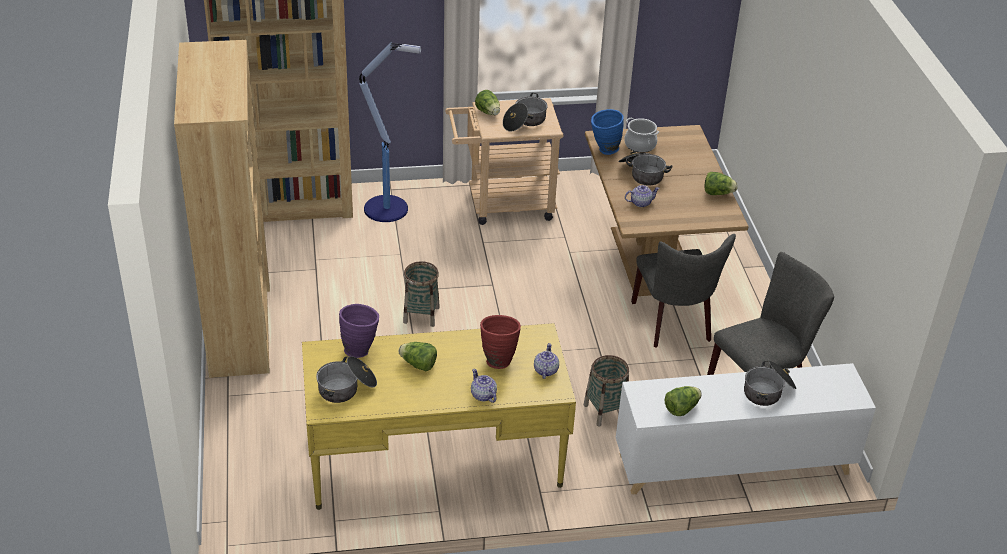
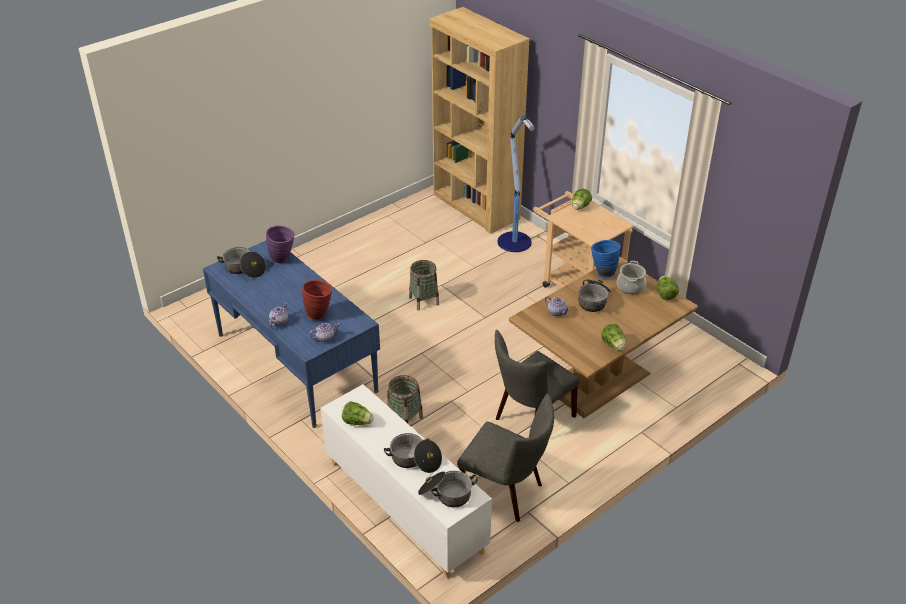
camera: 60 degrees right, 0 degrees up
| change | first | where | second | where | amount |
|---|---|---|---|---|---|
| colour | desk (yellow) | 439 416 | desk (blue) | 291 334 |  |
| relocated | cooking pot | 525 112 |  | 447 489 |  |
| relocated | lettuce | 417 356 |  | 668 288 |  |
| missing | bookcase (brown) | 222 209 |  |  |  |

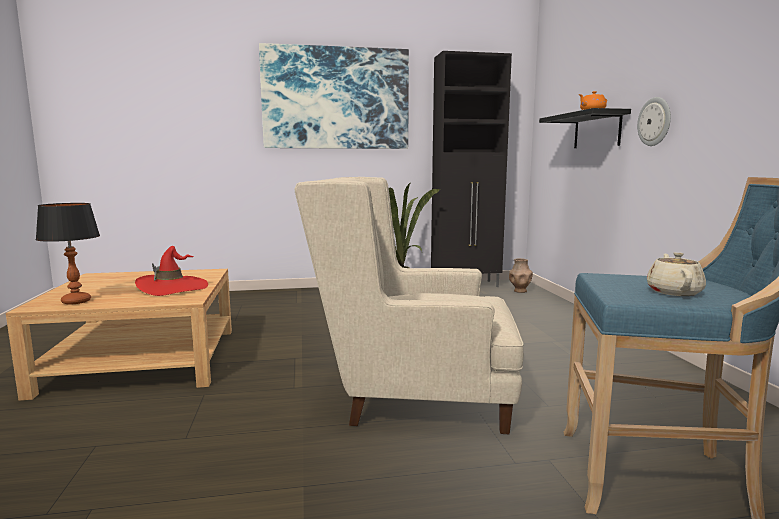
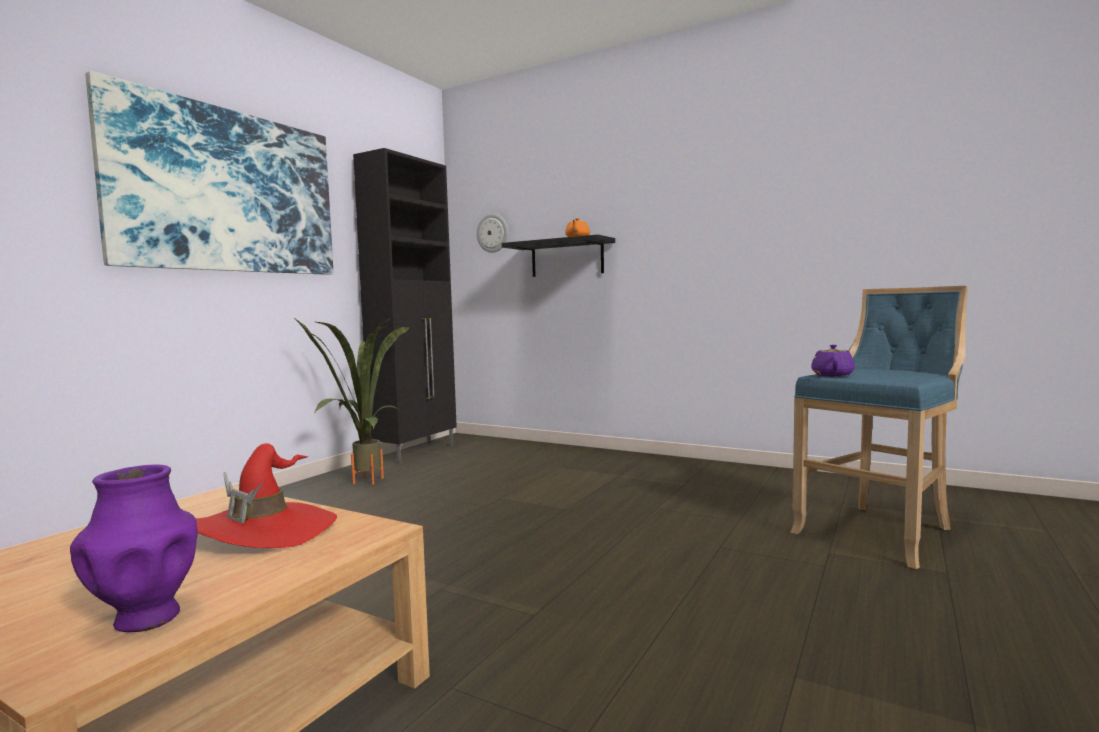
camera: 50 degrees left, 5 degrees down
| change | first | where | second | where | amount |
|---|---|---|---|---|---|
| exchanged | table lamp | 67 254 | vase (purple) | 134 548 |  |
| relocated | wall clock | 654 121 |  | 492 233 |  |
| appeared |  |  | teapot (purple) | 833 361 |  |
| missing | armchair (beige) | 409 305 |  |  |  |
| missing | vase (brown) | 521 275 |  |  |  |
| missing | teapot (beige) | 676 274 |  |  |  |

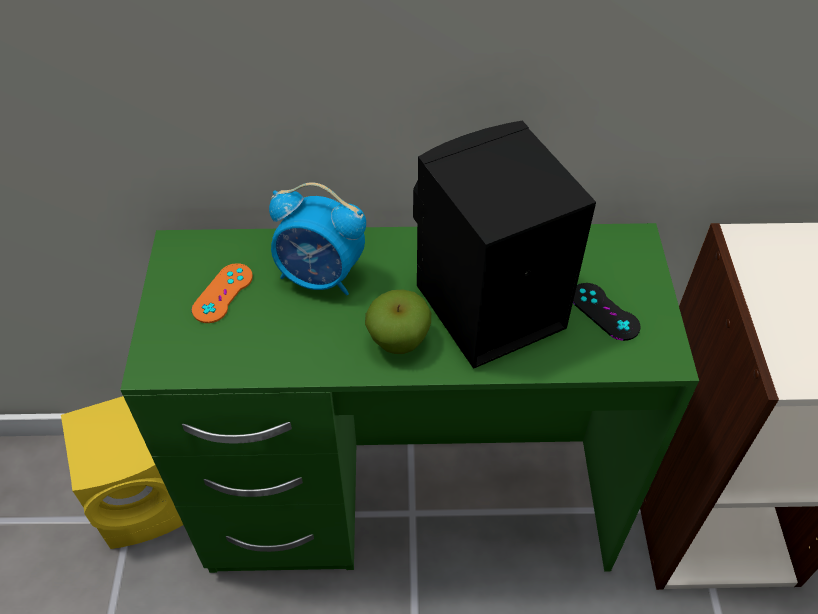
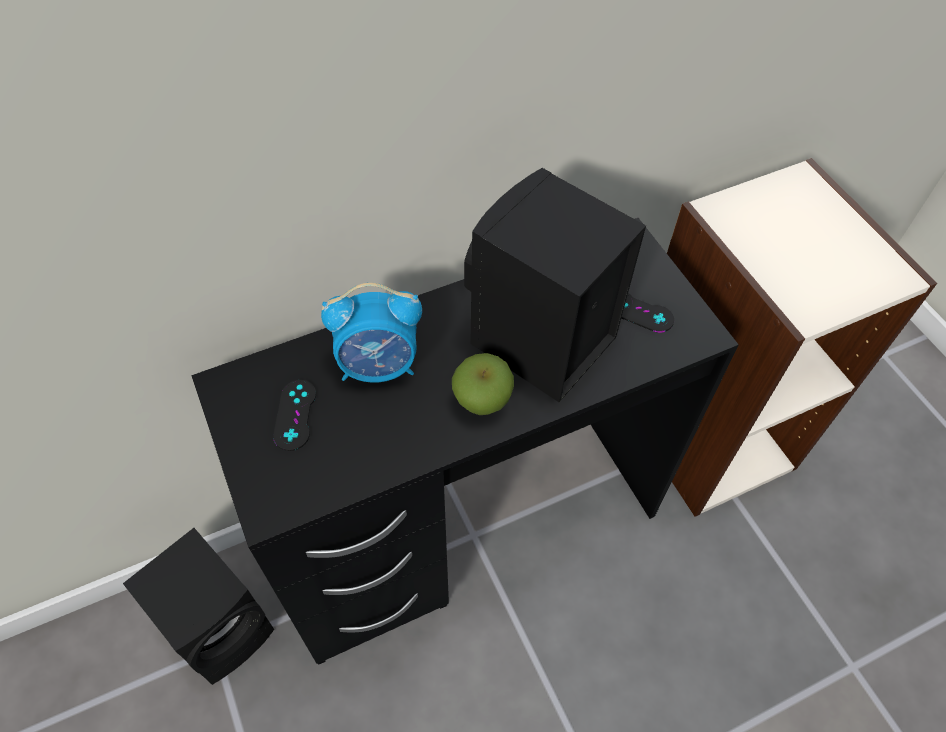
camera: 25 degrees left, 5 degrees up
| change | first | where | second | where | amount |
|---|---|---|---|---|---|
| colour | speaker (yellow) | 122 472 | speaker (black) | 198 606 |  |
| colour | desk (green) | 409 398 | desk (black) | 465 441 |  |
| colour | game controller (orange) | 222 293 | game controller (black) | 294 415 |  |

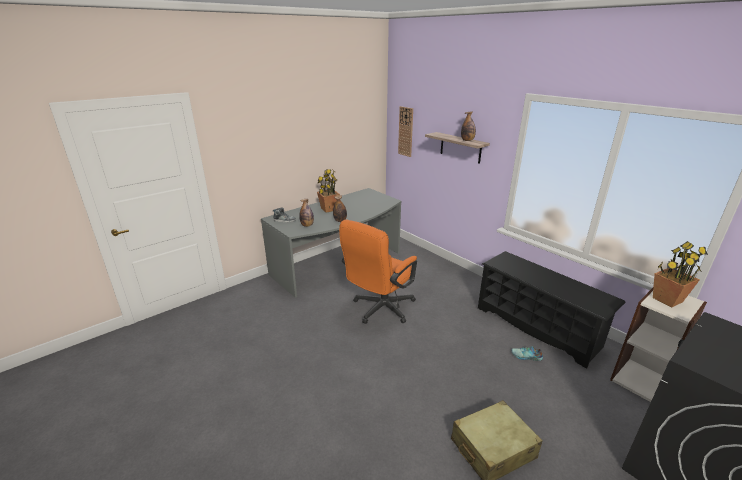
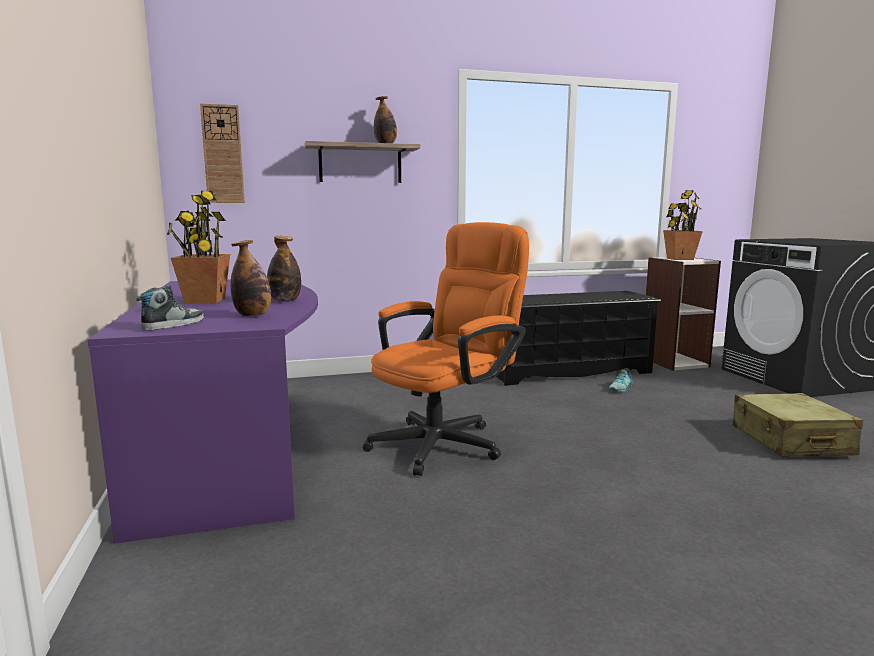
camera: 65 degrees left, 15 degrees down
| change | first | where | second | where | amount |
|---|---|---|---|---|---|
| colour | desk (grey) | 331 243 | desk (purple) | 202 412 |  |
| spun | office chair (orange) | 378 272 |  | 446 349 | 105 degrees counterclockwise |

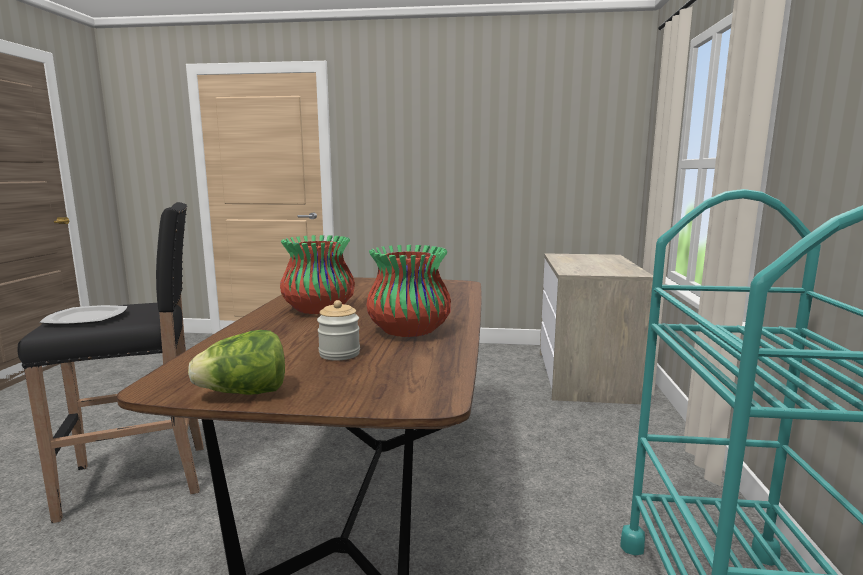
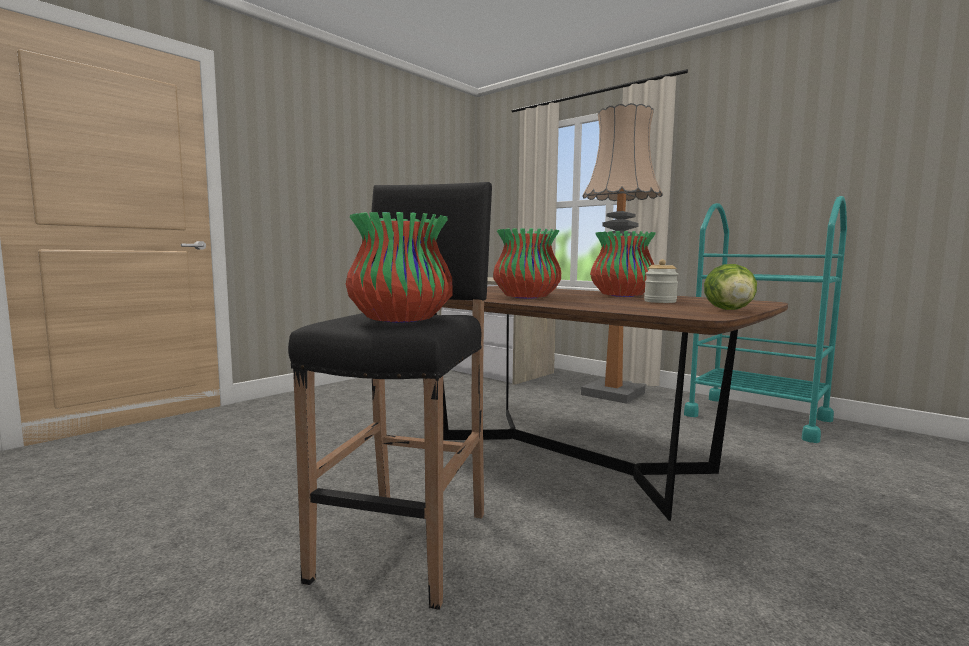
camera: 55 degrees left, 5 degrees down
| change | first | where | second | where | amount |
|---|---|---|---|---|---|
| exchanged | plate | 83 315 | vase | 399 267 |  |
| appeared |  |  | floor lamp | 622 253 |  |

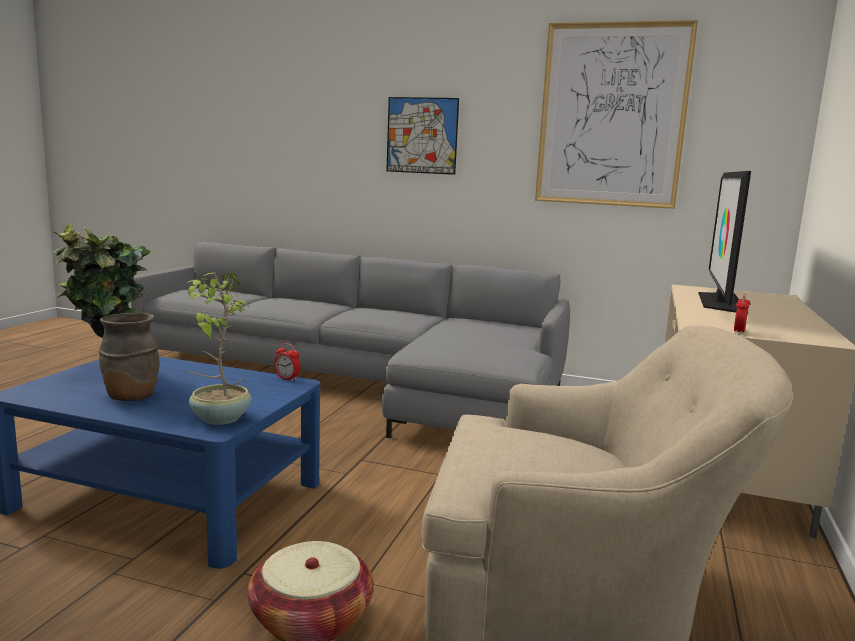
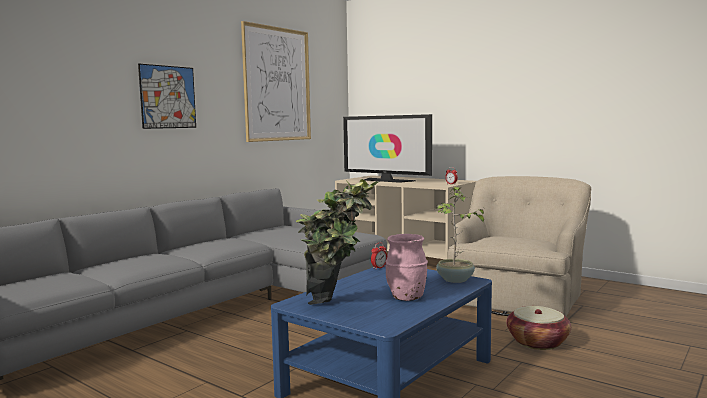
camera: 70 degrees left, 5 degrees down
| change | first | where | second | where | amount |
|---|---|---|---|---|---|
| colour | vase (brown) | 129 356 | vase (pink) | 406 267 |  |

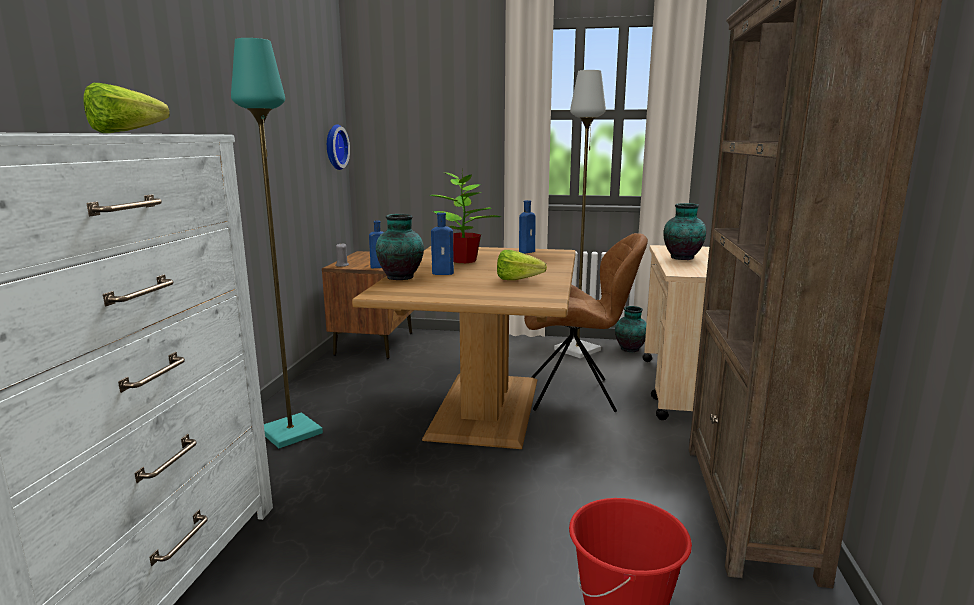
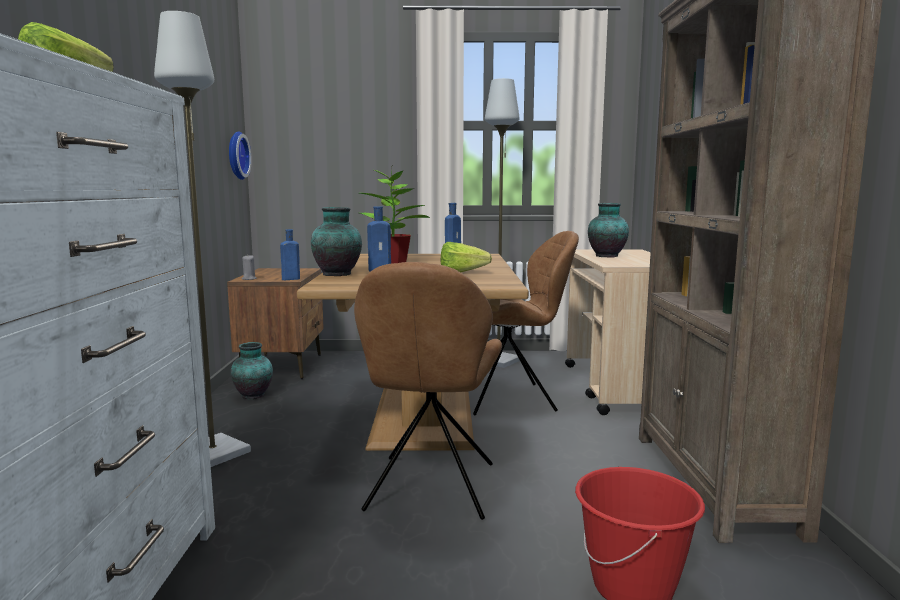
camera: 10 degrees left, 5 degrees down
| change | first | where | second | where | amount |
|---|---|---|---|---|---|
| colour | floor lamp (turquoise) | 277 243 | floor lamp (grey) | 202 239 |  |
| relocated | vase | 630 329 |  | 252 370 |  |
| appeared |  |  | chair (brown) | 428 391 |  |

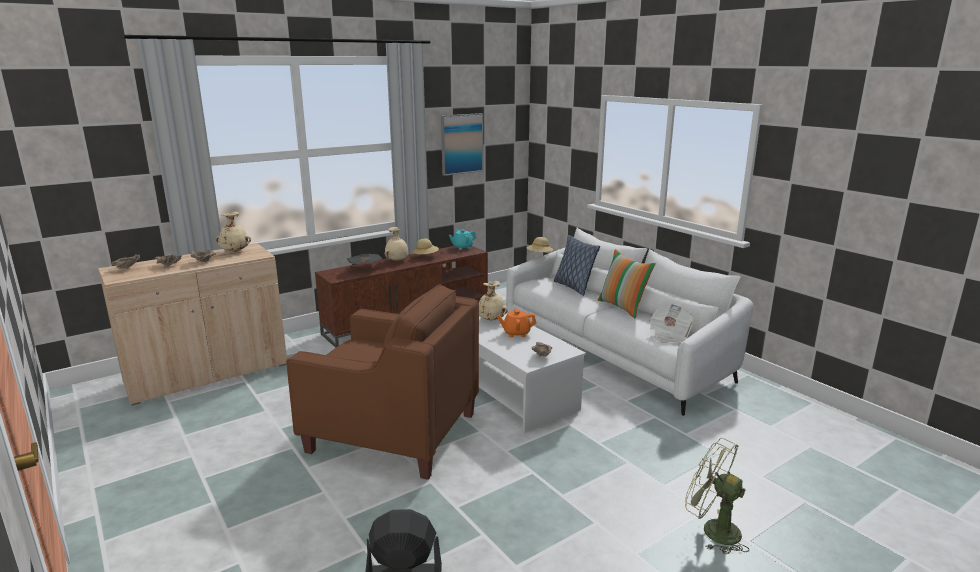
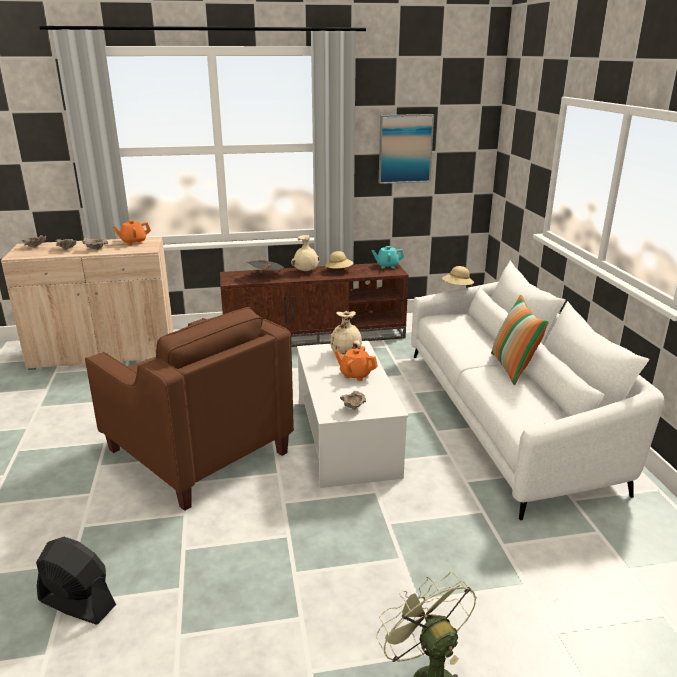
camera: 25 degrees right, 5 degrees up
| change | first | where | second | where | amount |
|---|---|---|---|---|---|
| exchanged | vase (beige) | 233 232 | teapot (orange) | 132 232 |  |
| missing | pillow | 577 265 |  |  |  |
| missing | newspaper | 672 323 |  |  |  |

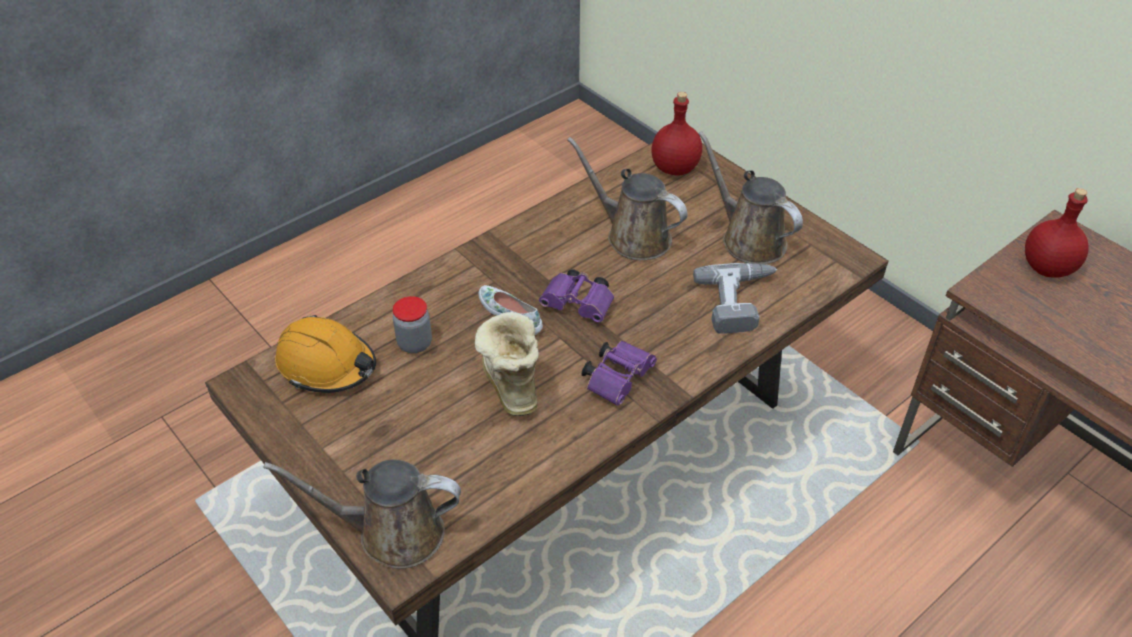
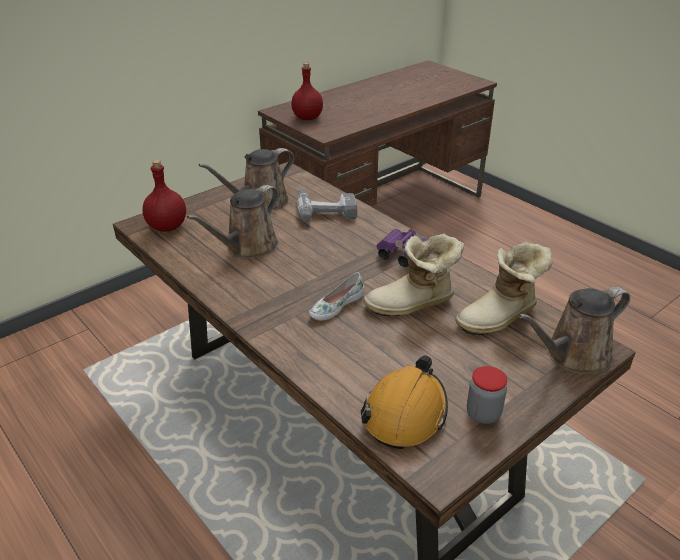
camera: 90 degrees left, 10 degrees down
| change | first | where | second | where | amount |
|---|---|---|---|---|---|
| appeared |  |  | boot | 504 288 |  |
| relocated | jar | 412 324 |  | 487 395 |  |
| spun | watering can (brown) | 362 514 |  | 574 330 | 60 degrees clockwise |
| missing | binoculars (purple) | 576 295 |  |  |  |

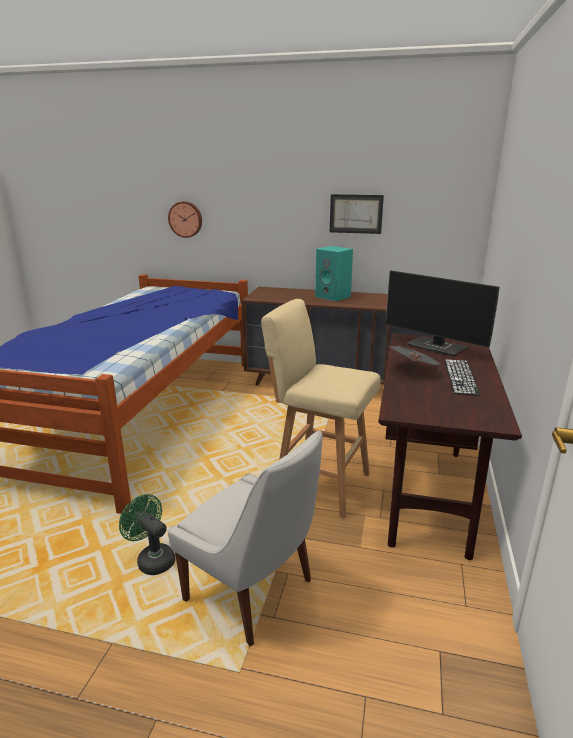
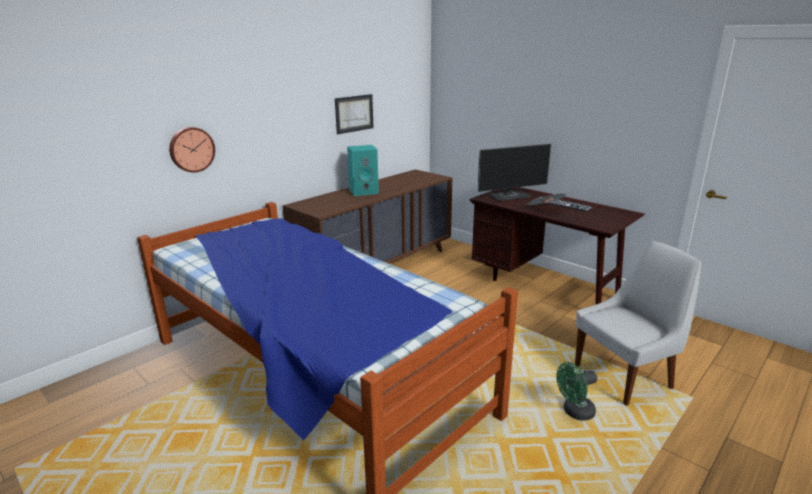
camera: 60 degrees left, 0 degrees up
| change | first | where | second | where | amount |
|---|---|---|---|---|---|
| missing | stool (beige) | 321 408 |  |  |  |

